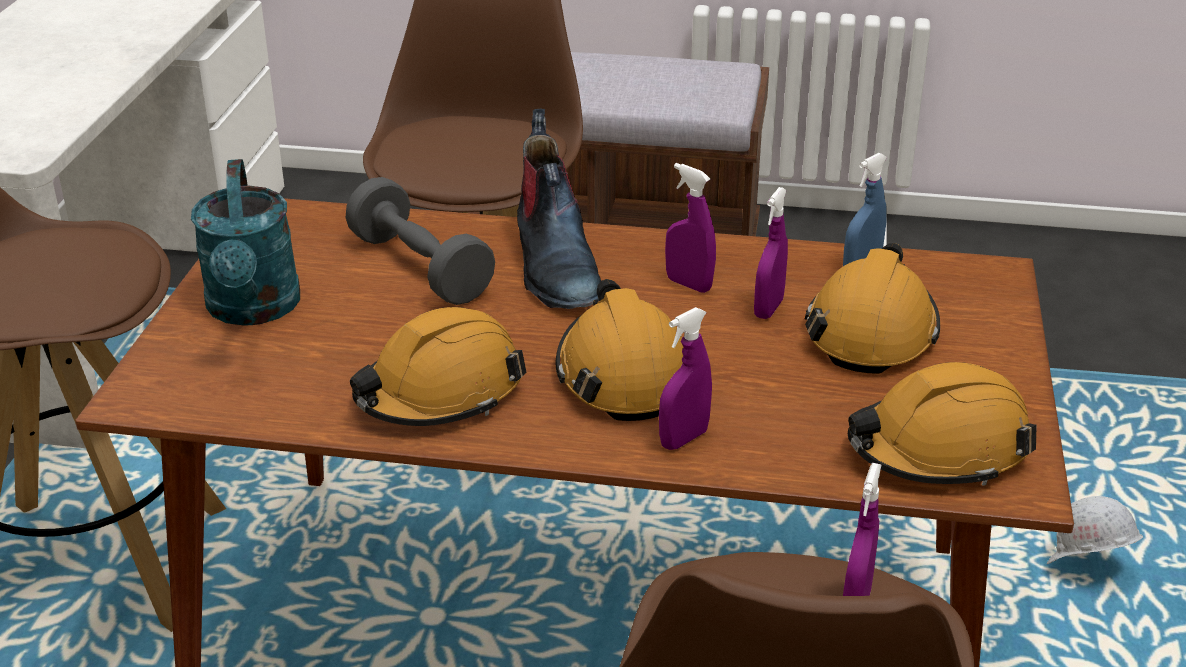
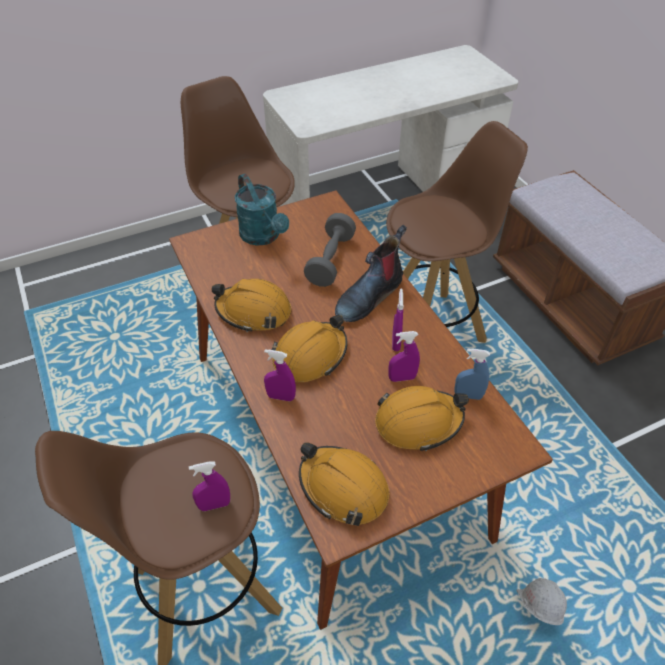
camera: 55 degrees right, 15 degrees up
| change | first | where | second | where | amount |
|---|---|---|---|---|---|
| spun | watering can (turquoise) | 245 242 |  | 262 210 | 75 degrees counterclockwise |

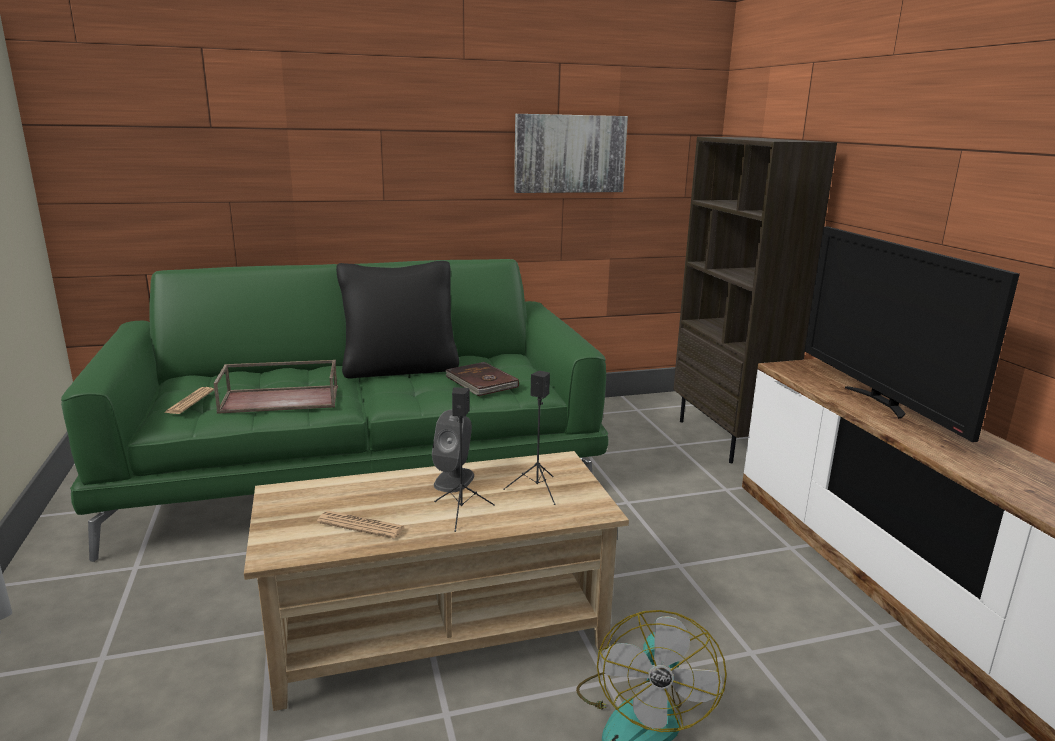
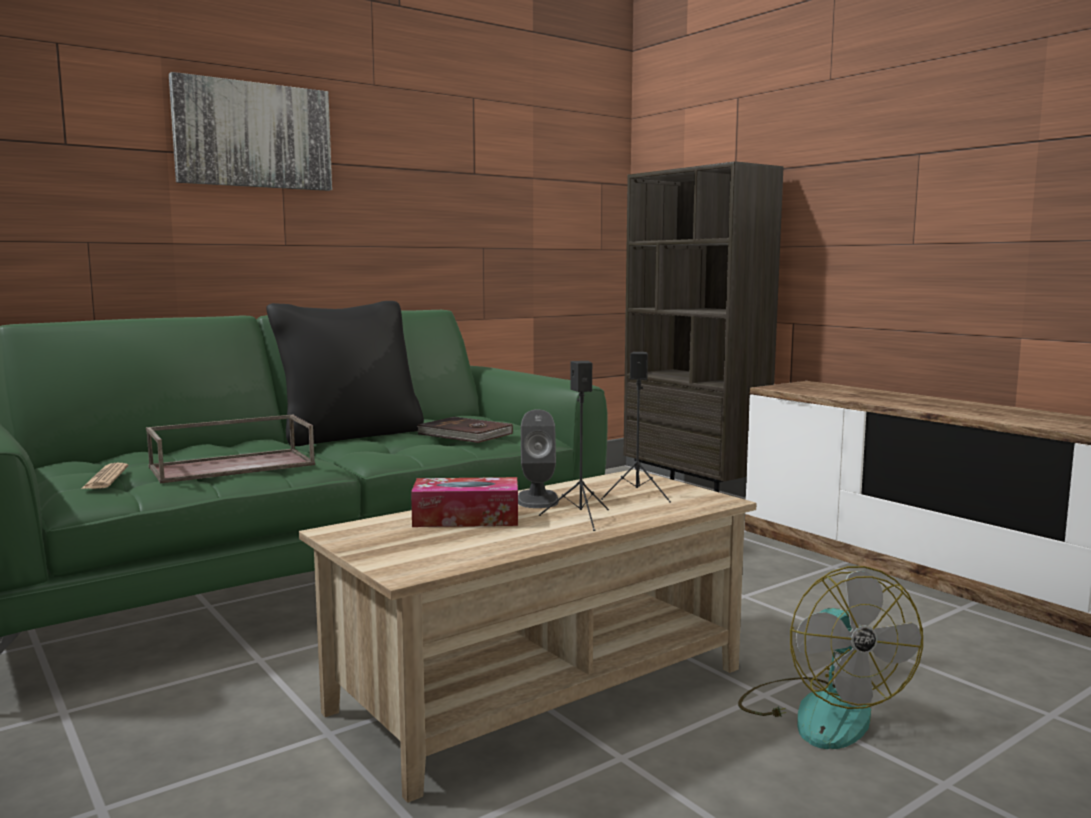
camera: 20 degrees left, 10 degrees down
| change | first | where | second | where | amount |
|---|---|---|---|---|---|
| relocated | picture | 571 153 |  | 250 131 |  |
| appeared |  |  | tissue box | 464 502 |  |
| missing | newspaper | 361 525 |  |  |  |
| missing | television | 912 334 |  |  |  |

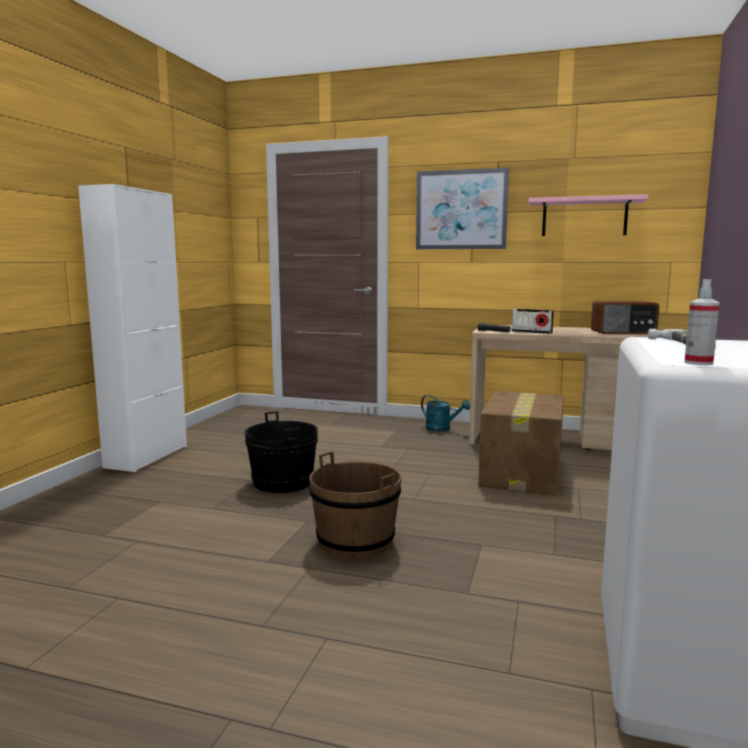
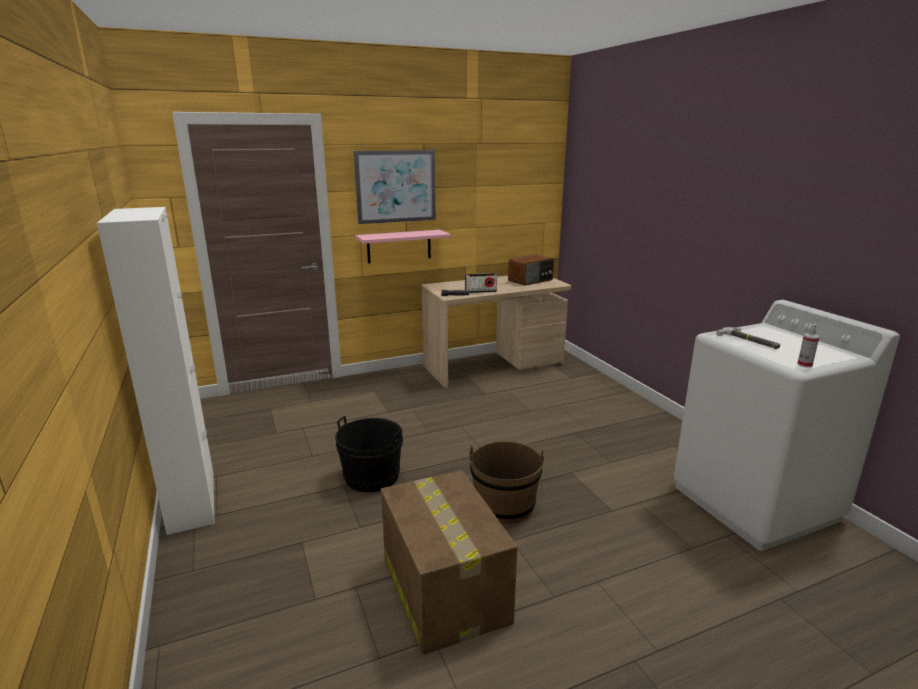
camera: 40 degrees left, 10 degrees up
| change | first | where | second | where | amount |
|---|---|---|---|---|---|
| relocated | shelf (pink) | 588 215 |  | 403 246 |  |
| relocated | cardboard box | 521 443 |  | 449 562 |  |
| missing | watering can (turquoise) | 445 413 |  |  |  |

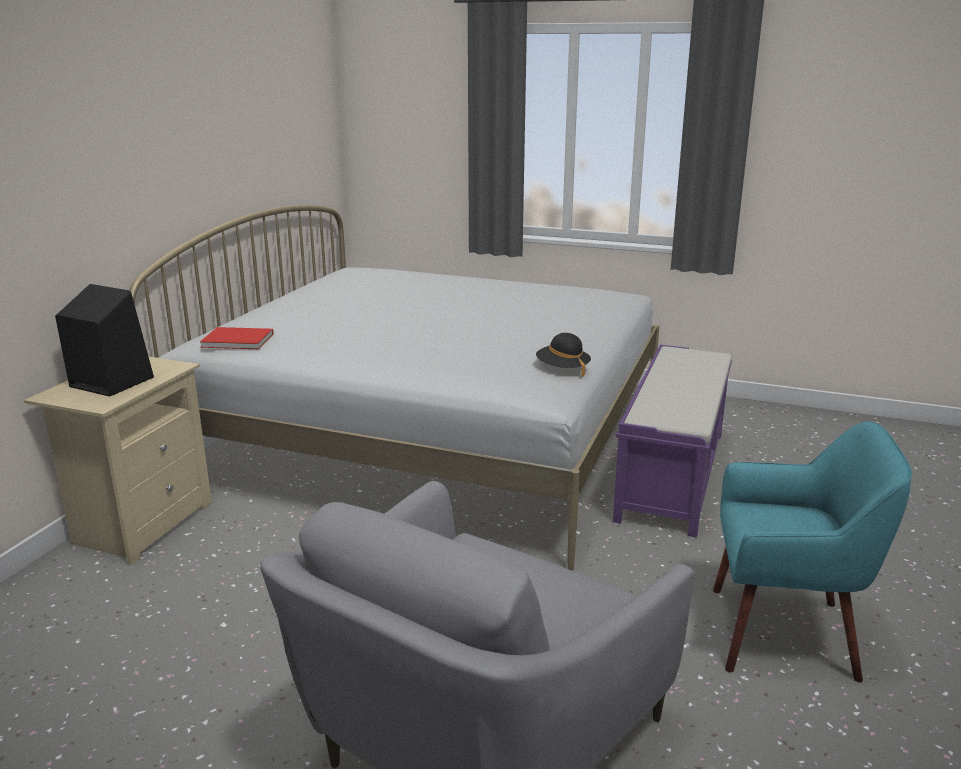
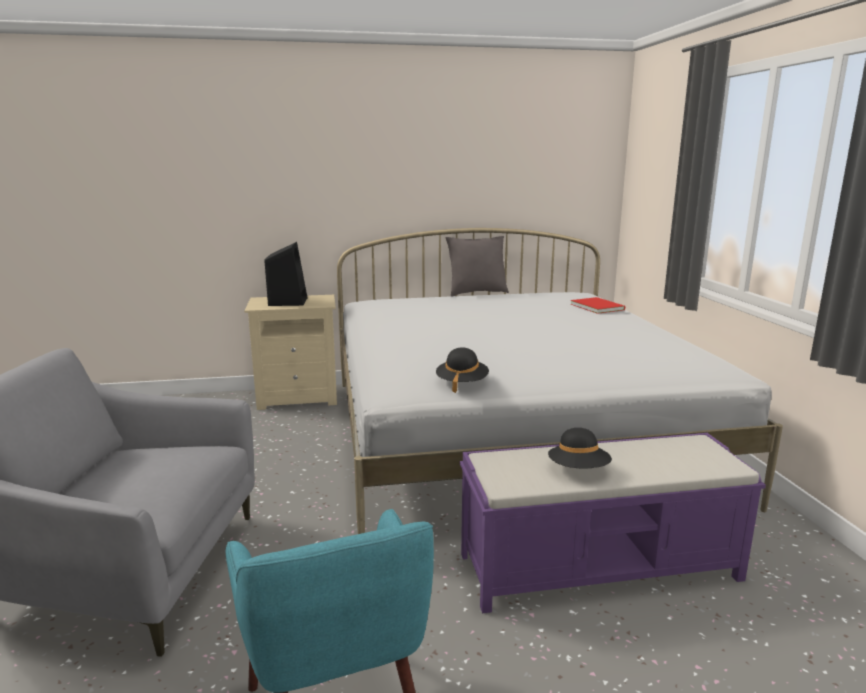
camera: 60 degrees right, 5 degrees down
| change | first | where | second | where | amount |
|---|---|---|---|---|---|
| appeared |  |  | pillow (grey) | 477 266 |  |
| appeared |  |  | hat (black) | 580 448 |  |
| relocated | book (red) | 237 338 |  | 598 305 |  |

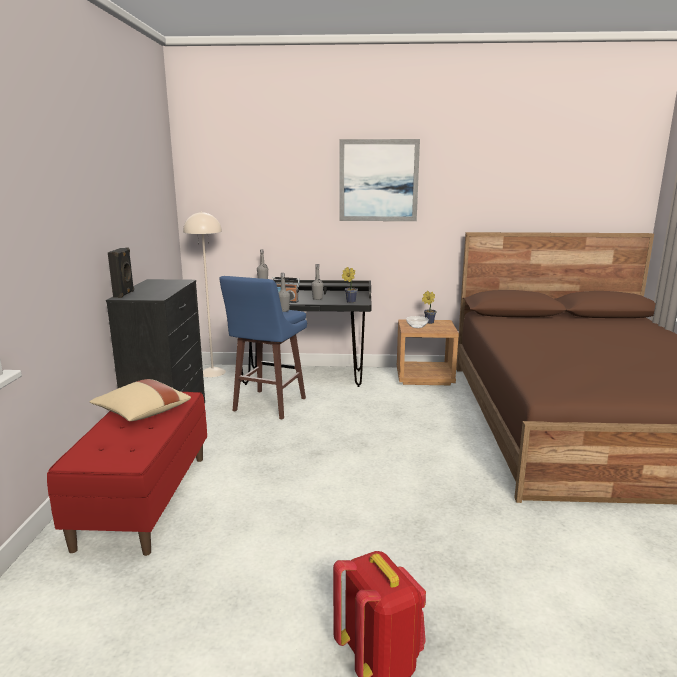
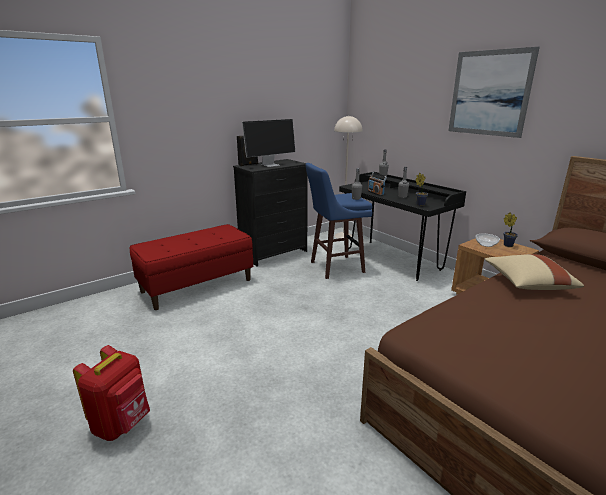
camera: 50 degrees right, 5 degrees up
| change | first | where | second | where | amount |
|---|---|---|---|---|---|
| appeared |  |  | monitor | 268 143 |  |
| relocated | pillow (beige) | 140 400 |  | 534 272 |  |

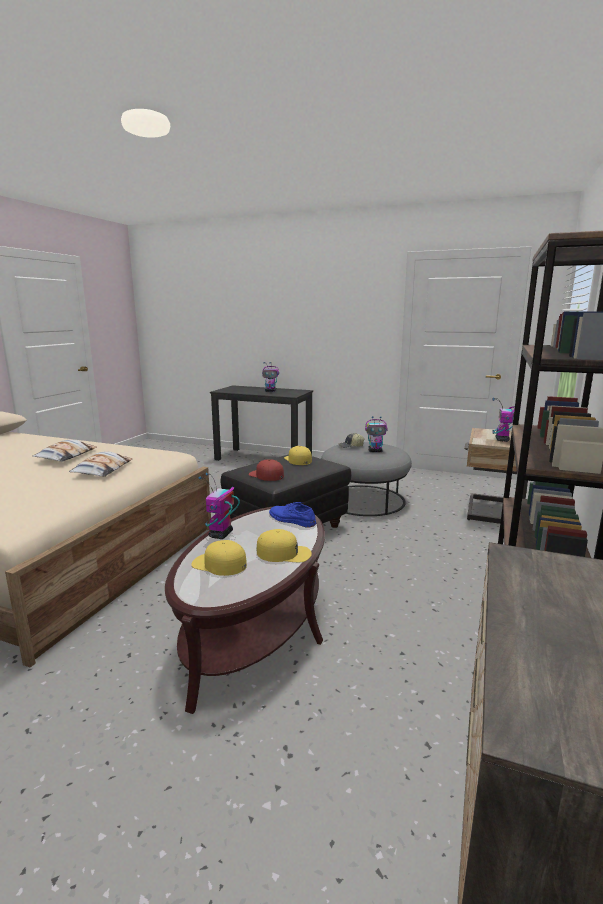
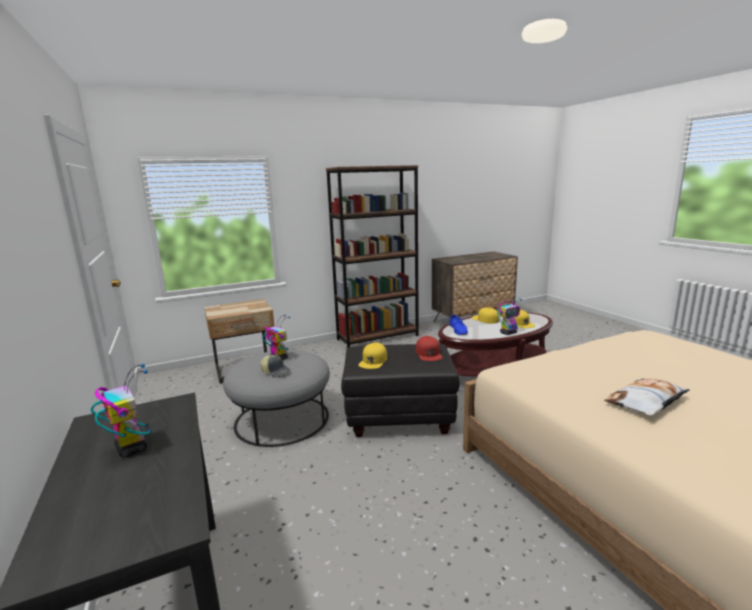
camera: 135 degrees left, 0 degrees up
| change | first | where | second | where | amount |
|---|---|---|---|---|---|
| missing | pillow | 100 464 |  |  |  |
| missing | toy robot | 503 419 |  |  |  |

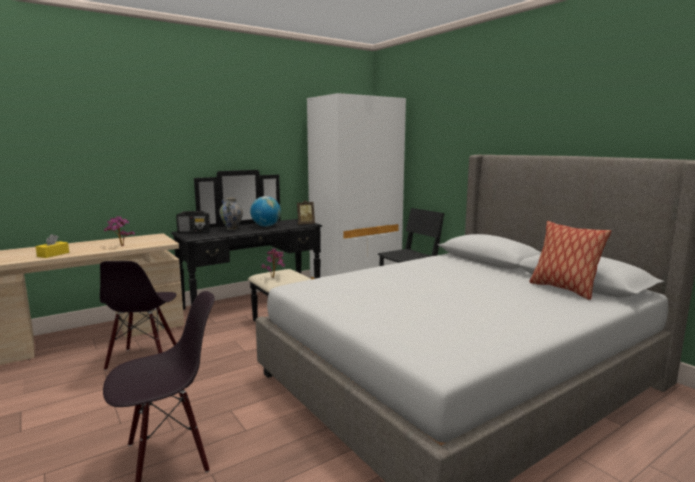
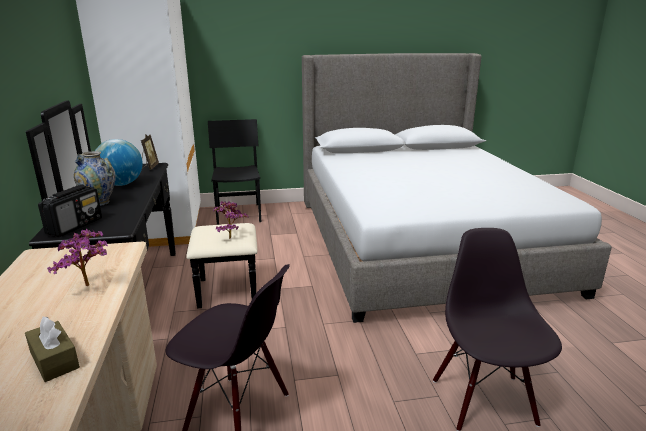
camera: 65 degrees left, 10 degrees up
| change | first | where | second | where | amount |
|---|---|---|---|---|---|
| colour | tissue box (yellow) | 52 246 | tissue box (brown) | 52 349 |  |
| missing | pillow | 570 260 |  |  |  |

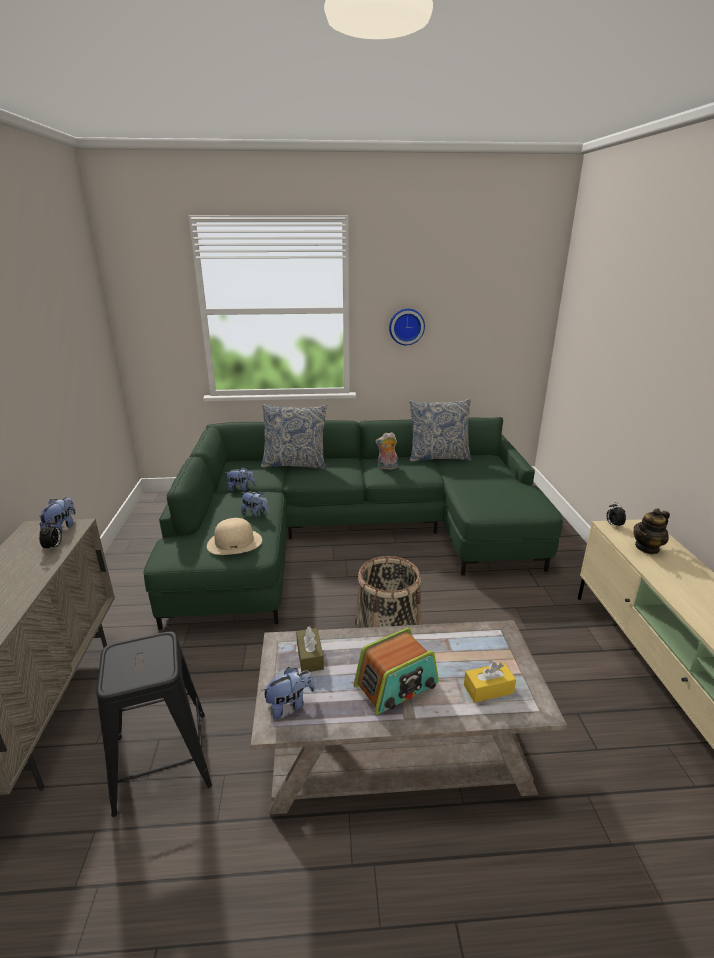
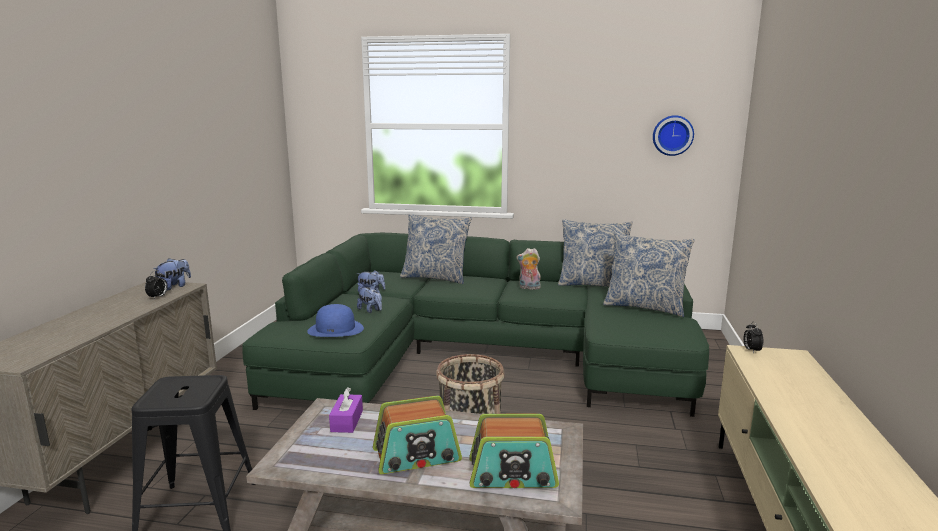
camera: 15 degrees right, 10 degrees down
| change | first | where | second | where | amount |
|---|---|---|---|---|---|
| colour | hat (beige) | 234 536 | hat (blue) | 335 320 |  |
| colour | tissue box (brown) | 310 649 | tissue box (purple) | 346 410 |  |
| exchanged | tissue box (yellow) | 490 682 | radio | 514 451 |  |
| appeared |  |  | pillow | 648 274 |  |
| relocated | wall clock | 407 327 |  | 673 135 |  |
| missing | plush toy | 288 693 |  |  |  |
| missing | teapot | 651 531 |  |  |  |

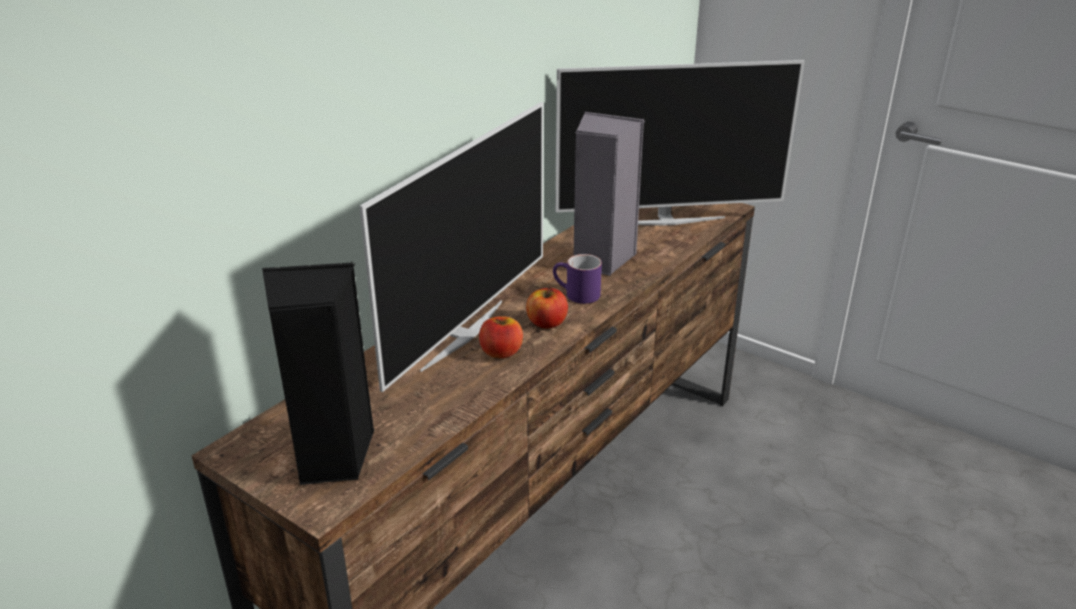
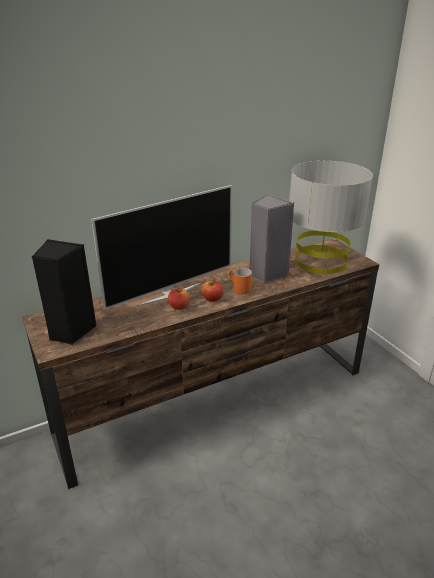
camera: 25 degrees right, 0 degrees up
| change | first | where | second | where | amount |
|---|---|---|---|---|---|
| colour | mug (purple) | 577 279 | mug (orange) | 240 281 |  |
| exchanged | television | 680 143 | table lamp (grey) | 331 217 |  |

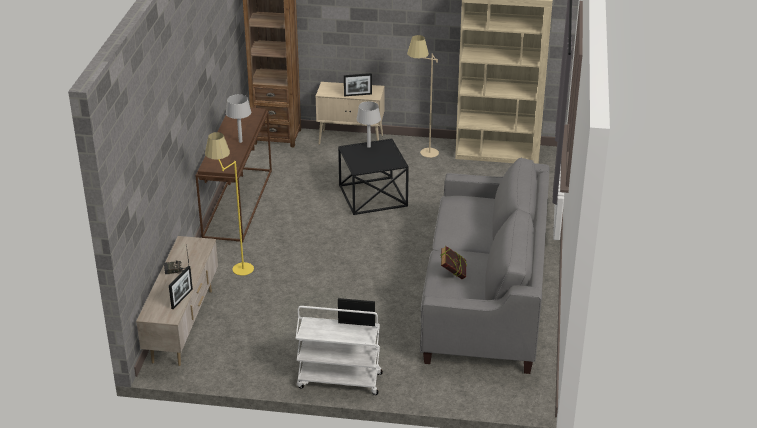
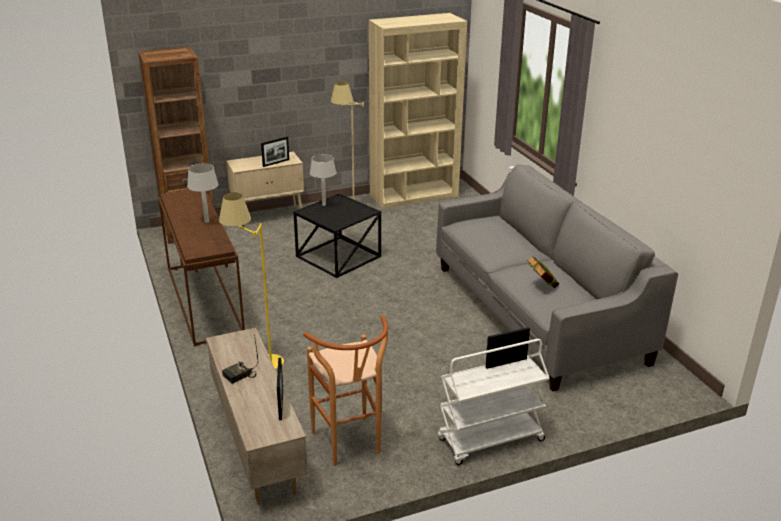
camera: 30 degrees left, 5 degrees down
| change | first | where | second | where | amount |
|---|---|---|---|---|---|
| appeared |  |  | stool (brown) | 345 390 |  |

